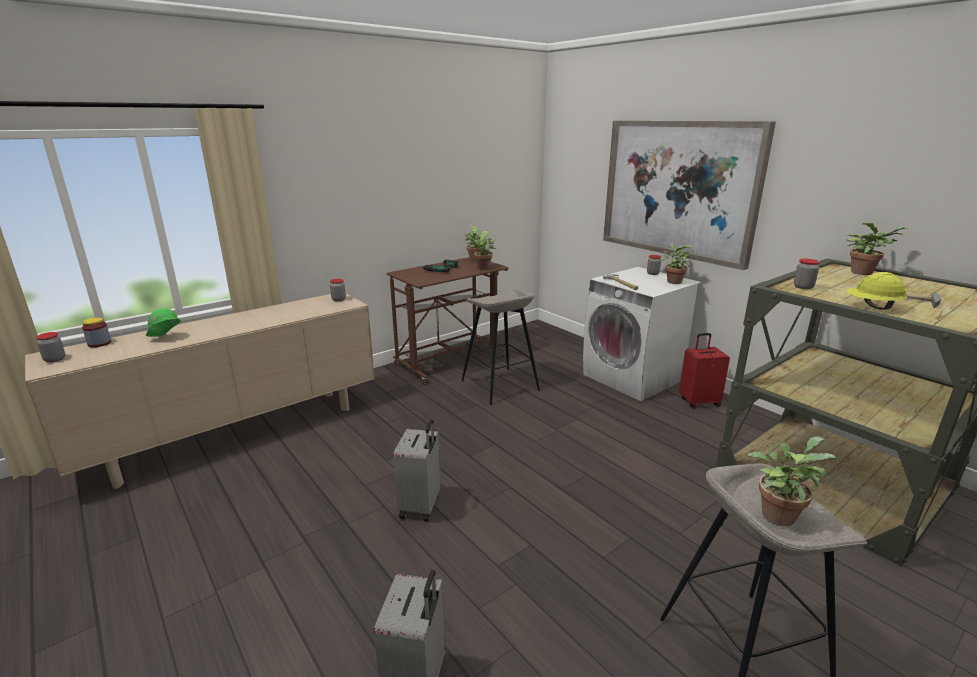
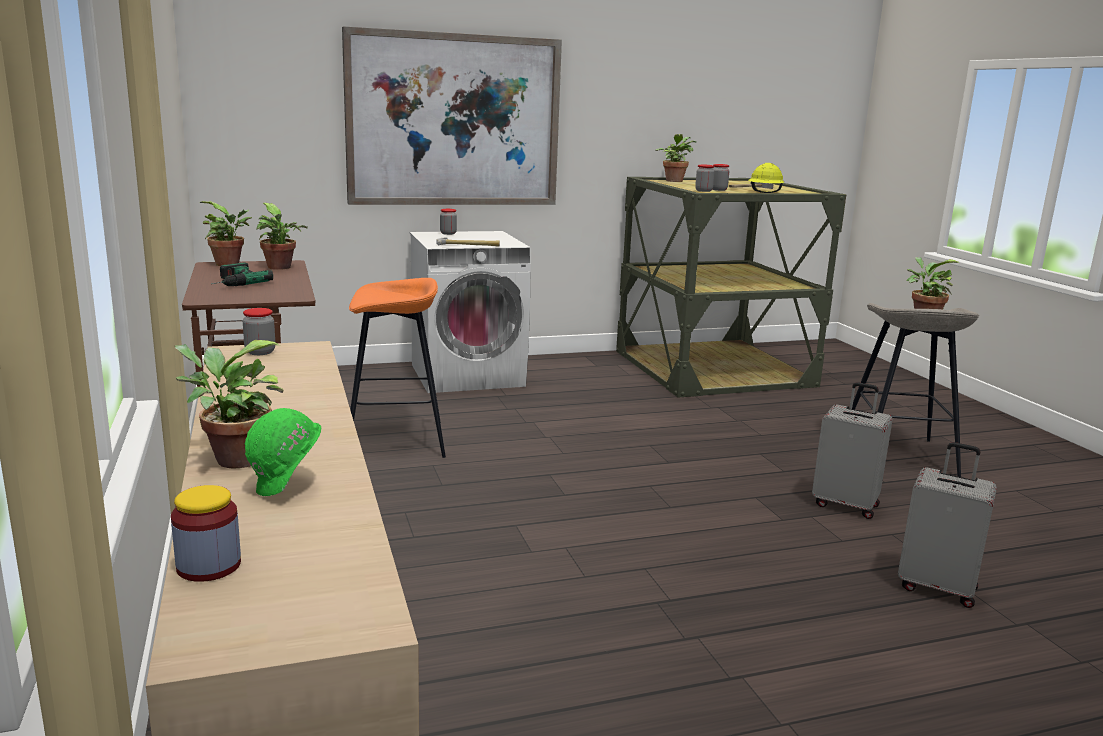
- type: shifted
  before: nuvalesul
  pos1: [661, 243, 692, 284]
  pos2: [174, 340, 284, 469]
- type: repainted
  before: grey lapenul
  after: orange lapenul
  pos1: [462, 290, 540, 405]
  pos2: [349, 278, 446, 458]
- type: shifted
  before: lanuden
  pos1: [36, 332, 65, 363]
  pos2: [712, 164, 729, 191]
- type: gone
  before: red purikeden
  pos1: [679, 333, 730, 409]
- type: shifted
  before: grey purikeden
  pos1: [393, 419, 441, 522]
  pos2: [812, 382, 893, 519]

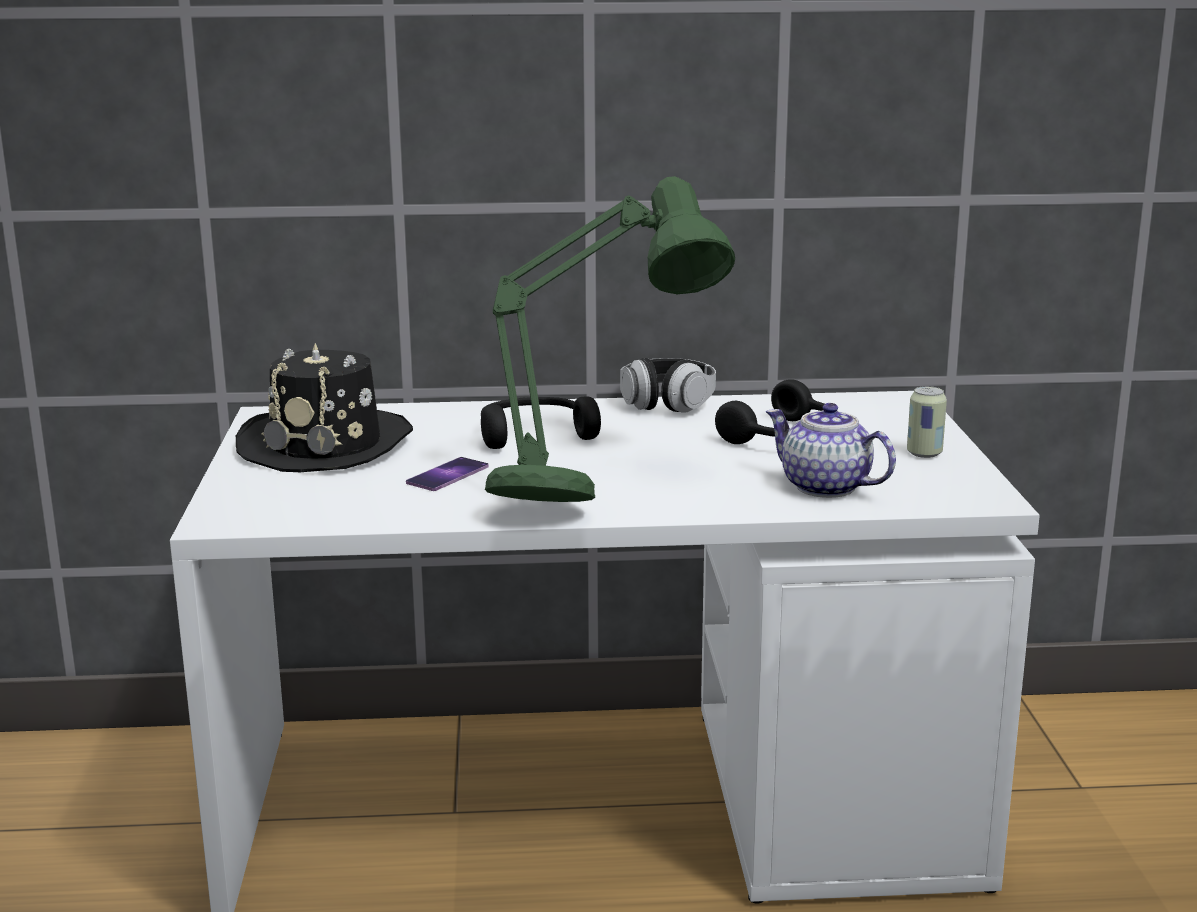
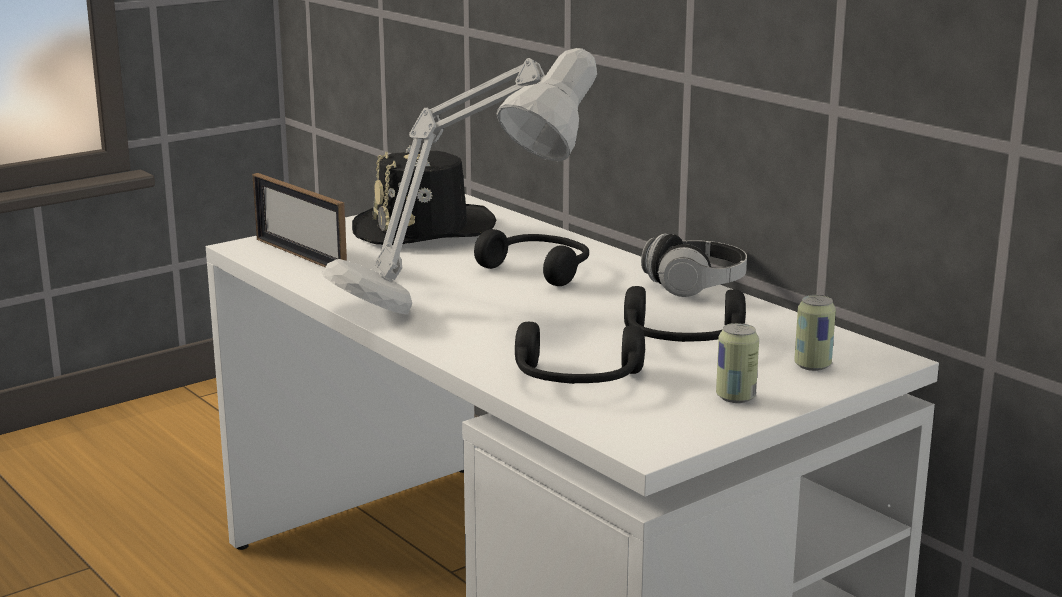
- type: repainted
  before: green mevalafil
  after: grey mevalafil
  pos1: [485, 176, 735, 502]
  pos2: [322, 48, 597, 314]
- type: swapped
  before: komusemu
  after: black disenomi
  pos1: [765, 403, 896, 498]
  pos2: [515, 322, 645, 384]
- type: gone
  before: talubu
  pos1: [406, 457, 489, 491]
- type: new
  after: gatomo
  pos2: [252, 173, 347, 267]
- type: new
  after: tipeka
  pos2: [794, 295, 836, 371]

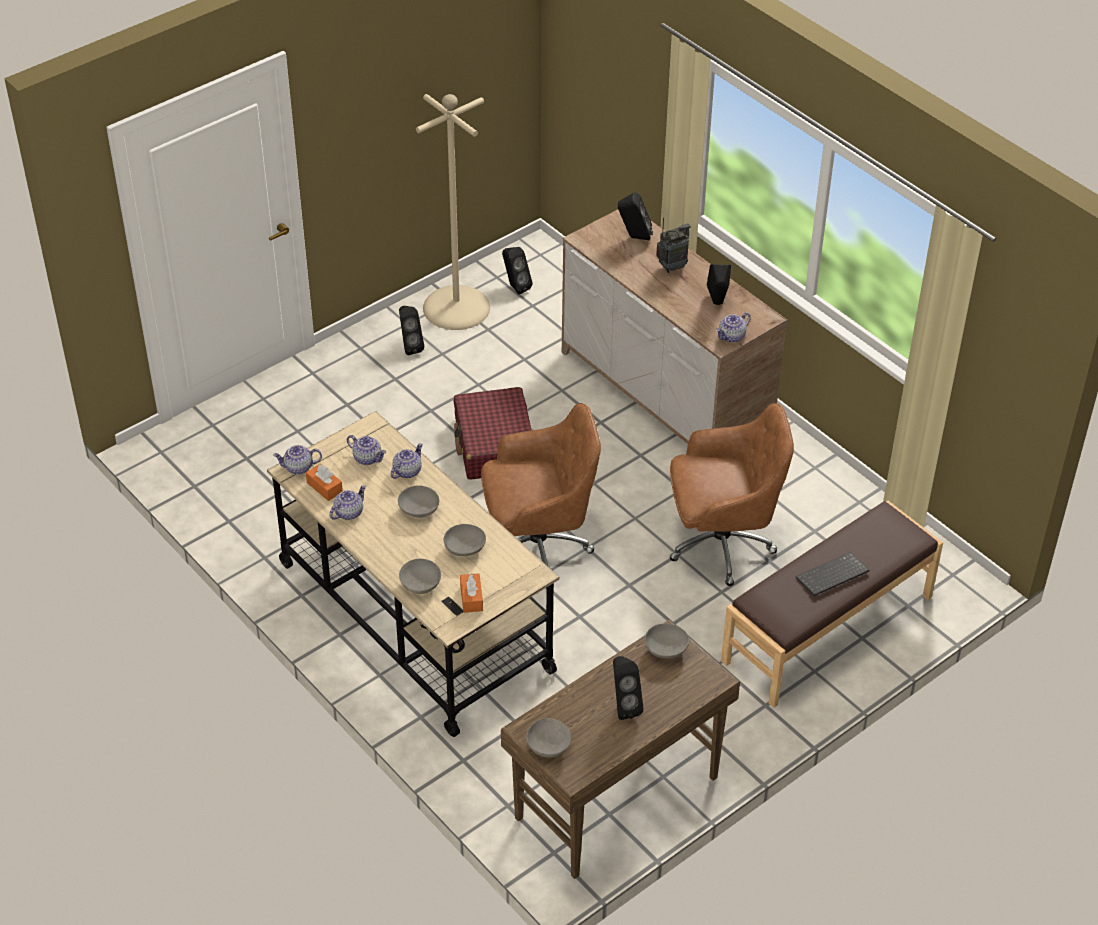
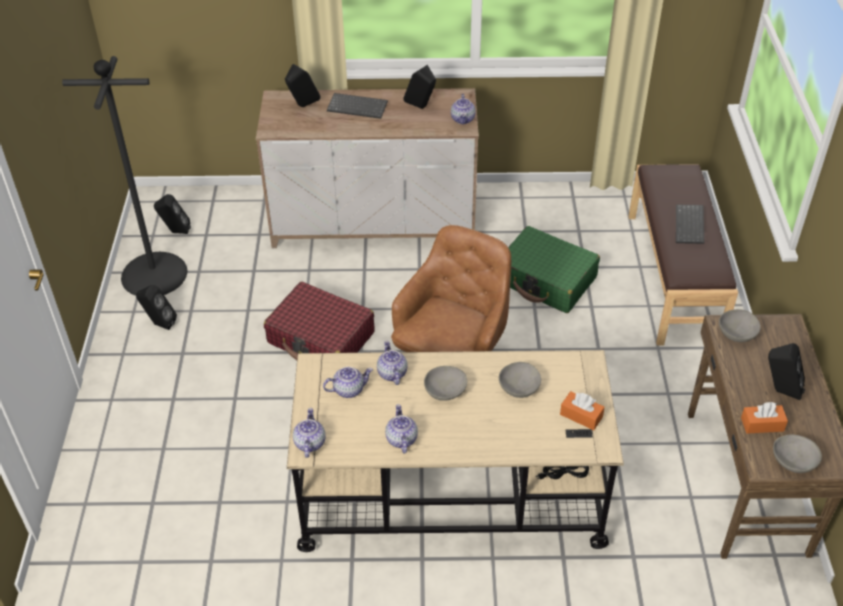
- type: repainted
  before: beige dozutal
  after: black dozutal
  pos1: [416, 94, 490, 330]
  pos2: [62, 56, 187, 296]
- type: swapped
  before: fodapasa
  after: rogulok
  pos1: [656, 217, 690, 273]
  pos2: [327, 93, 388, 119]
- type: swapped
  before: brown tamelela
  after: green purikeden
  pos1: [670, 403, 794, 586]
  pos2: [508, 226, 600, 313]
- type: rotated
  before: komusemu
  pos1: [273, 445, 322, 474]
  pos2: [293, 408, 326, 458]
  turn: 150
- type: shifted
  before: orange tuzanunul
  pos1: [306, 464, 343, 501]
  pos2: [741, 402, 788, 434]
- type: gone
  before: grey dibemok
  pos1: [399, 559, 441, 594]

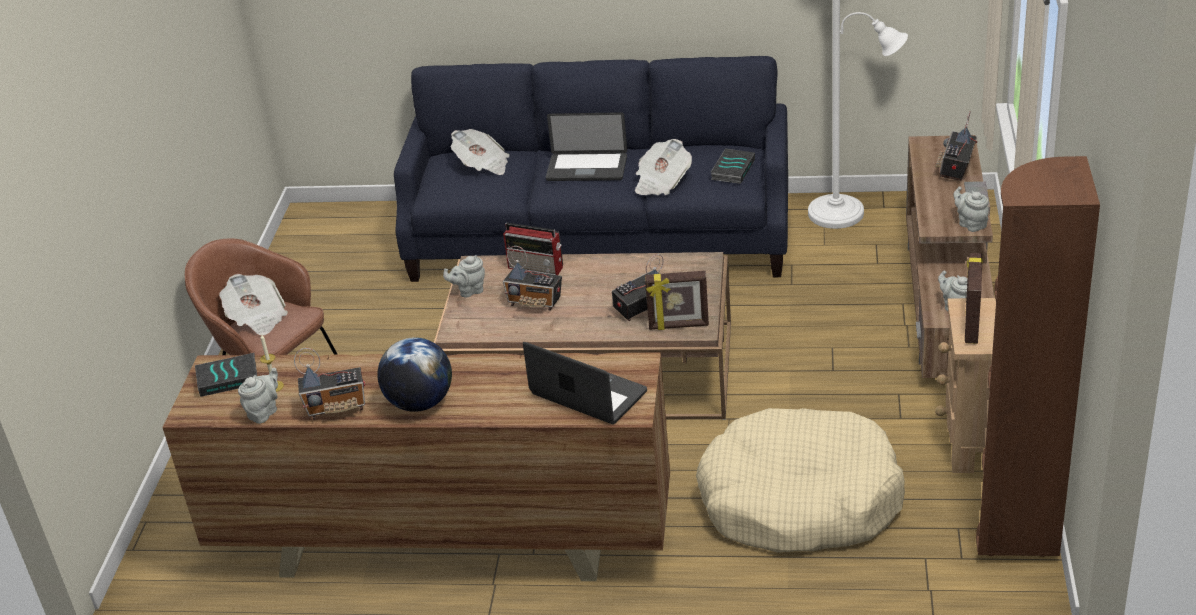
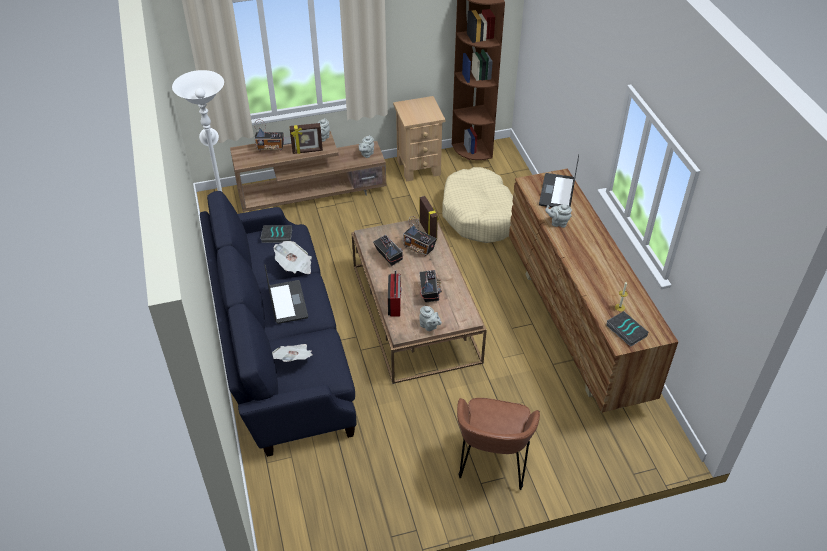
- type: shifted
  before: gatomo
  pos1: [965, 253, 983, 344]
  pos2: [289, 123, 323, 154]
- type: gone
  before: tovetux
  pos1: [219, 274, 288, 335]
- type: gone
  before: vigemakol
  pos1: [377, 337, 452, 412]
- type: shifted
  before: fodapasa
  pos1: [294, 348, 365, 420]
  pos2: [373, 235, 403, 266]
- type: shifted
  before: grey komusemu
  pos1: [238, 367, 278, 424]
  pos2: [545, 204, 572, 228]

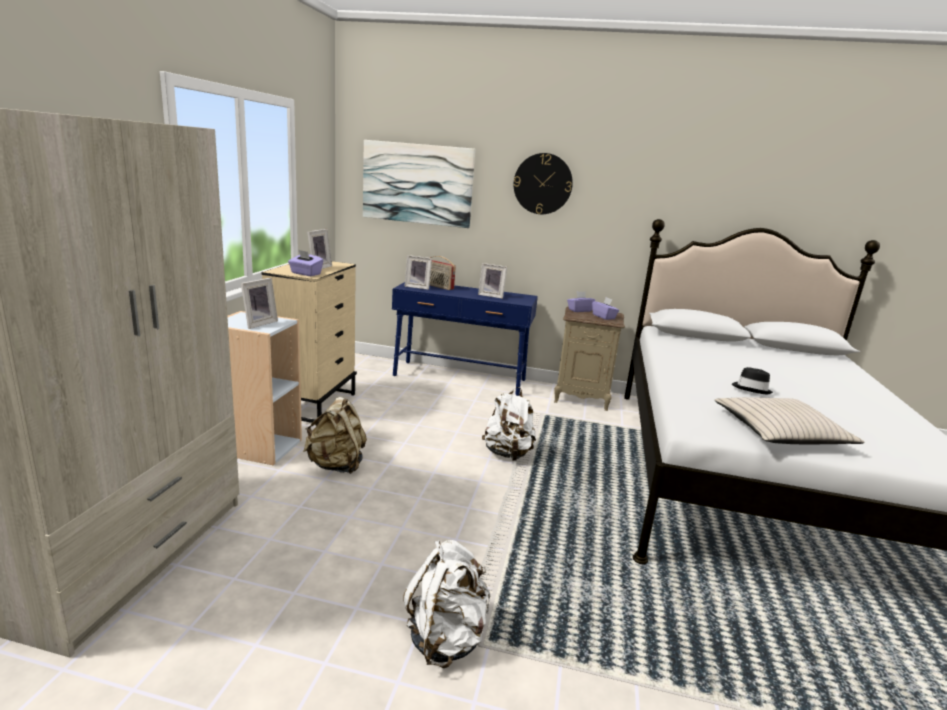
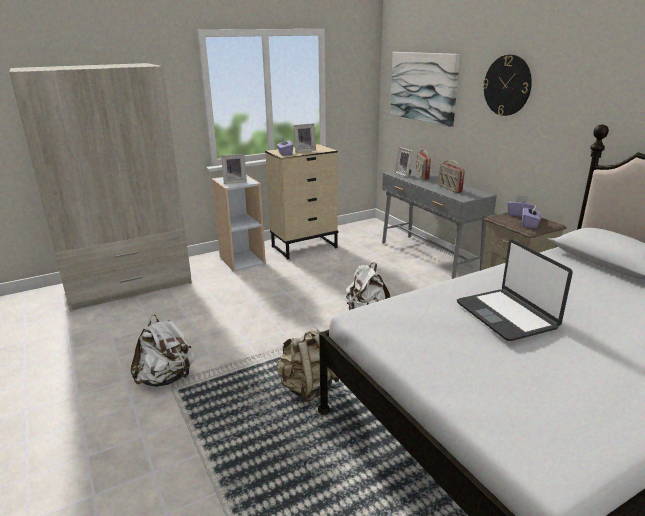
- type: swapped
  before: gatomo
  after: fodapasa
  pos1: [478, 263, 507, 299]
  pos2: [438, 160, 465, 193]
- type: repainted
  before: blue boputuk
  after: grey boputuk
  pos1: [392, 282, 538, 396]
  pos2: [382, 168, 497, 279]
- type: swapped
  before: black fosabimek
  after: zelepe
  pos1: [732, 367, 773, 394]
  pos2: [457, 239, 573, 341]
- type: shifted
  before: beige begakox
  pos1: [303, 397, 367, 474]
  pos2: [276, 328, 339, 403]
- type: gone
  before: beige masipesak
  pos1: [715, 397, 865, 444]

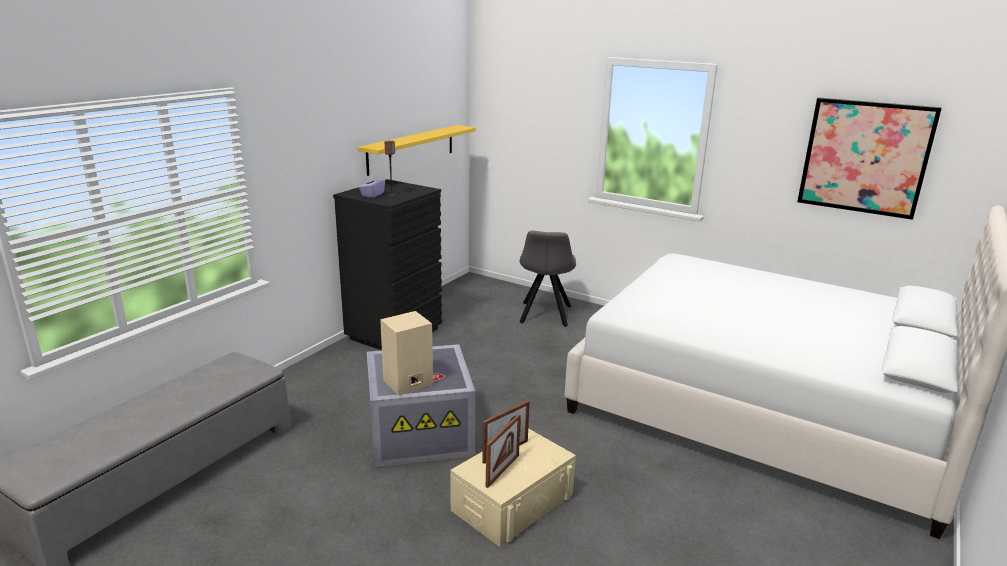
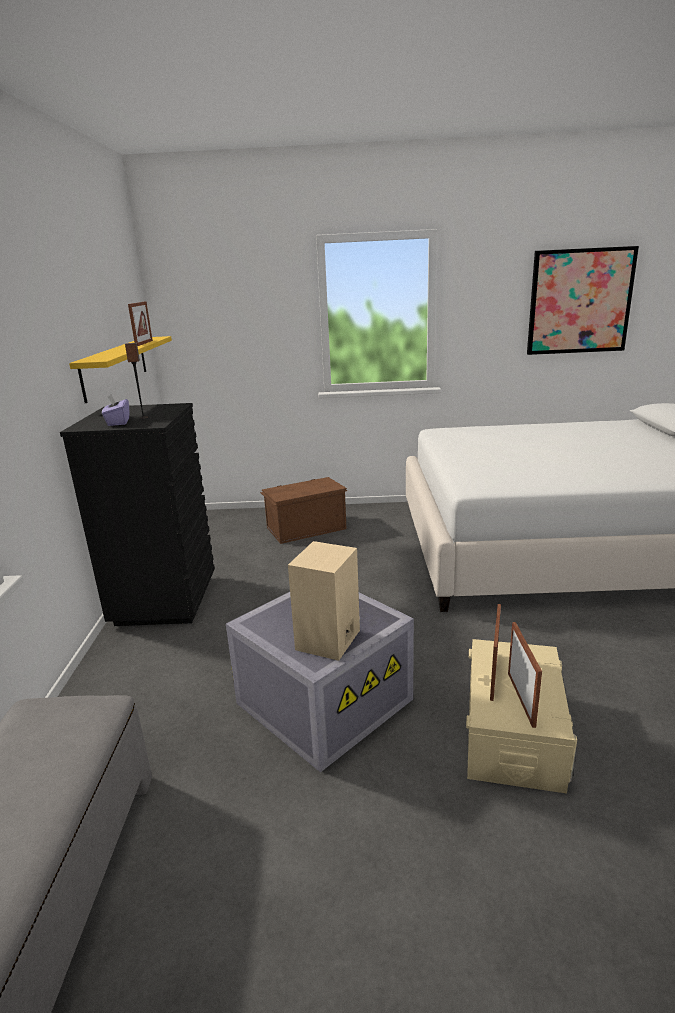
- type: swapped
  before: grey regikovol
  after: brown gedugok
  pos1: [519, 231, 576, 327]
  pos2: [260, 477, 347, 544]
- type: new
  after: gatomo
  pos2: [128, 302, 153, 346]

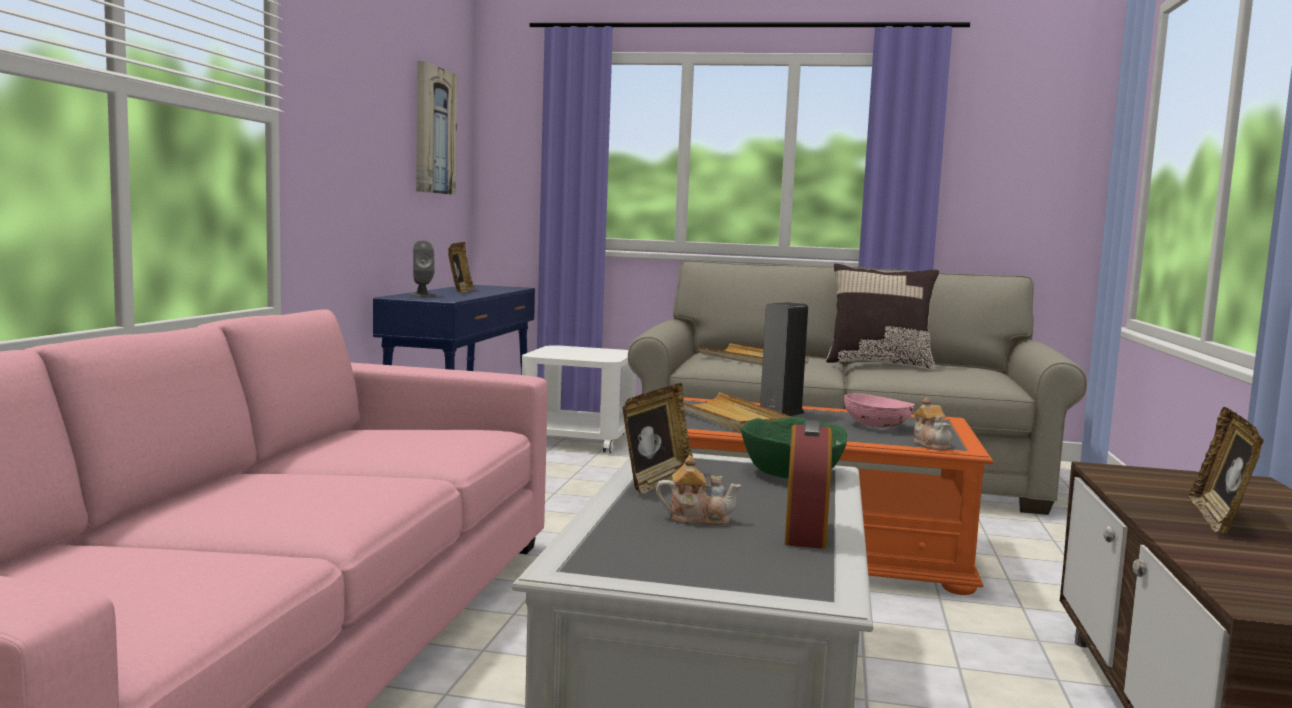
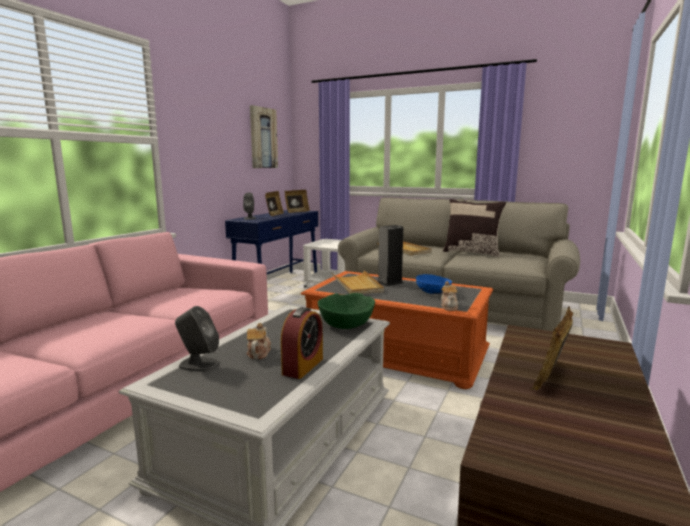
- type: shifted
  before: gatomo
  pos1: [622, 383, 696, 494]
  pos2: [285, 190, 310, 213]
- type: repainted
  before: pink dibemok
  after: blue dibemok
  pos1: [844, 393, 915, 428]
  pos2: [416, 274, 452, 294]
- type: rotated
  before: komusemu
  pos1: [656, 455, 742, 525]
  pos2: [246, 323, 271, 359]
  turn: -105
- type: new
  after: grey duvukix
  pos2: [175, 306, 220, 372]

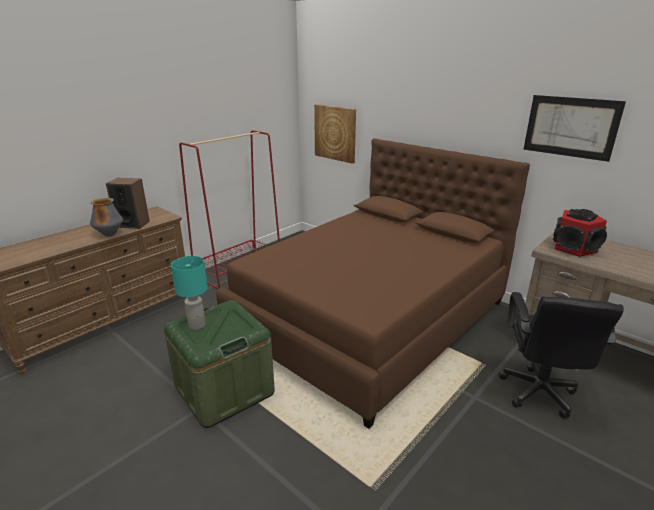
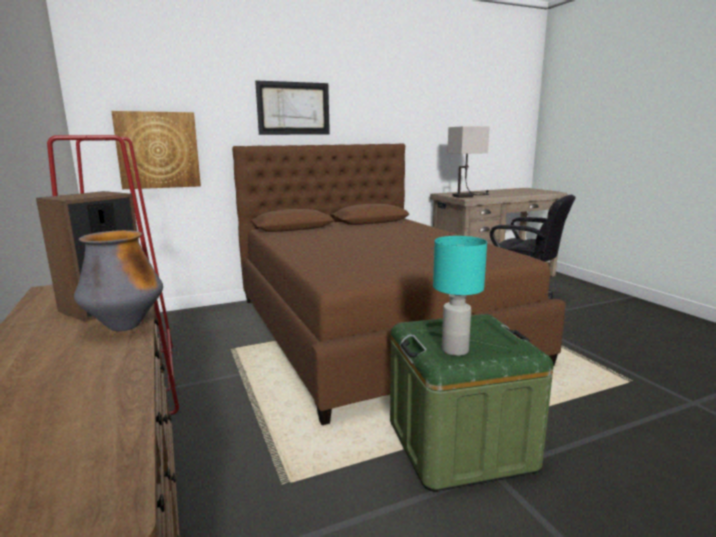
- type: shifted
  before: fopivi
  pos1: [523, 95, 626, 162]
  pos2: [255, 80, 330, 135]
- type: swapped
  before: duvukix
  after: mevalafil
  pos1: [553, 209, 607, 257]
  pos2: [447, 126, 490, 198]

